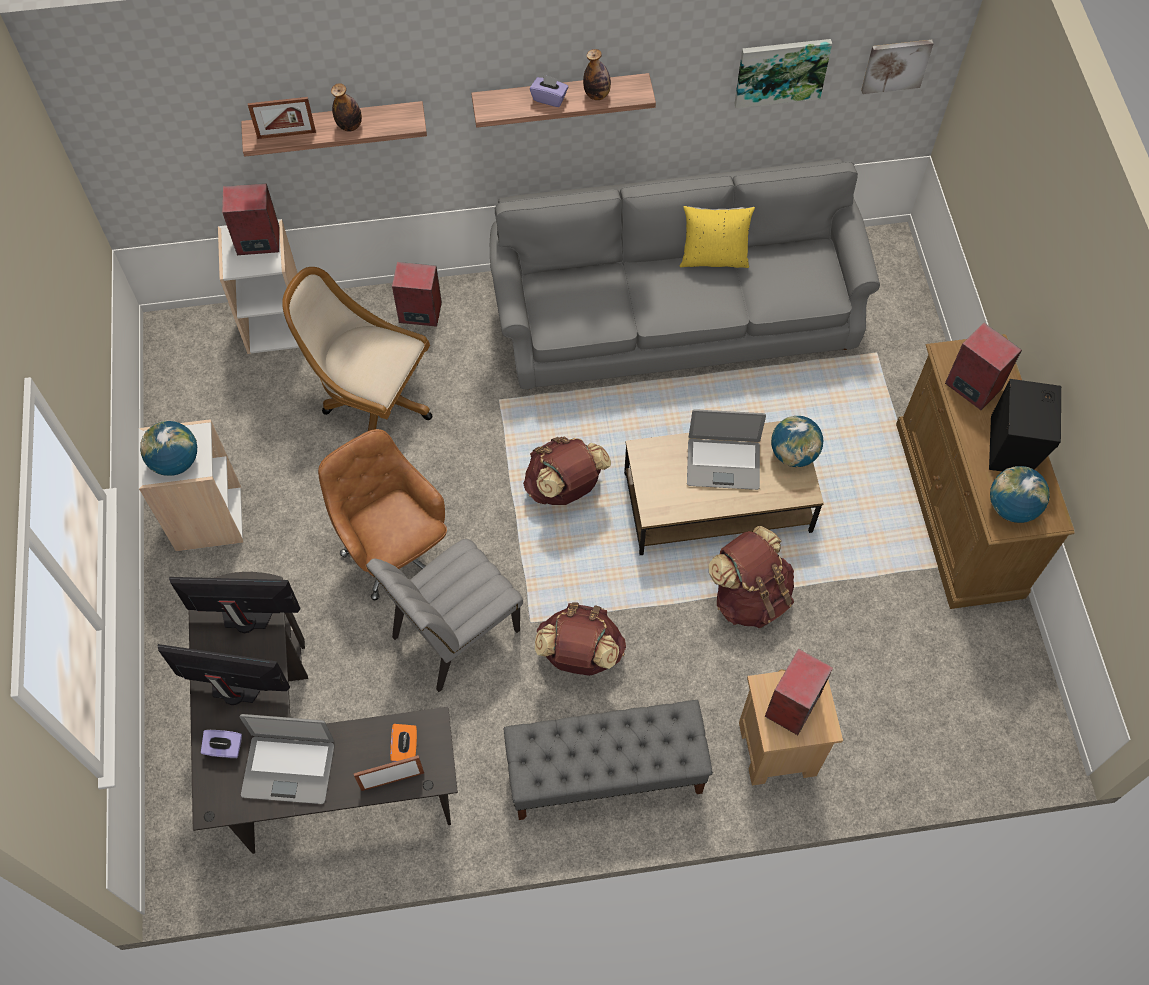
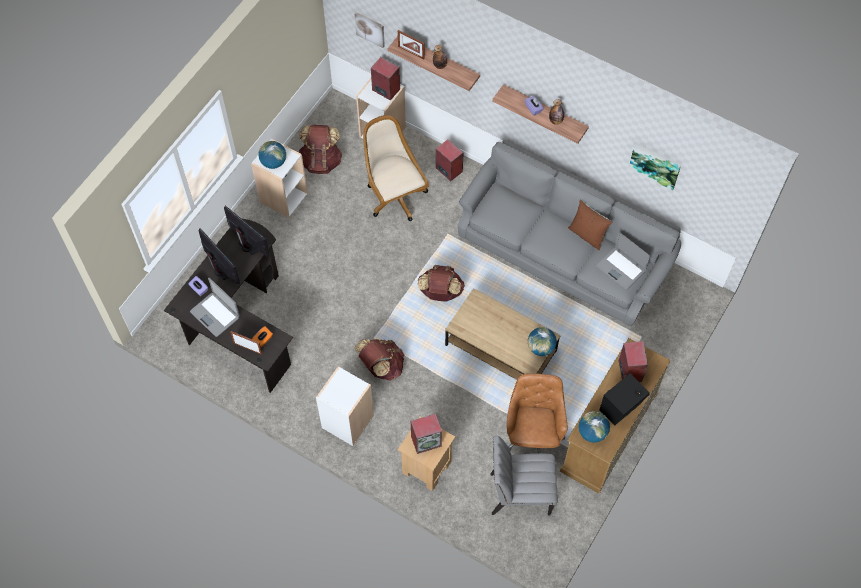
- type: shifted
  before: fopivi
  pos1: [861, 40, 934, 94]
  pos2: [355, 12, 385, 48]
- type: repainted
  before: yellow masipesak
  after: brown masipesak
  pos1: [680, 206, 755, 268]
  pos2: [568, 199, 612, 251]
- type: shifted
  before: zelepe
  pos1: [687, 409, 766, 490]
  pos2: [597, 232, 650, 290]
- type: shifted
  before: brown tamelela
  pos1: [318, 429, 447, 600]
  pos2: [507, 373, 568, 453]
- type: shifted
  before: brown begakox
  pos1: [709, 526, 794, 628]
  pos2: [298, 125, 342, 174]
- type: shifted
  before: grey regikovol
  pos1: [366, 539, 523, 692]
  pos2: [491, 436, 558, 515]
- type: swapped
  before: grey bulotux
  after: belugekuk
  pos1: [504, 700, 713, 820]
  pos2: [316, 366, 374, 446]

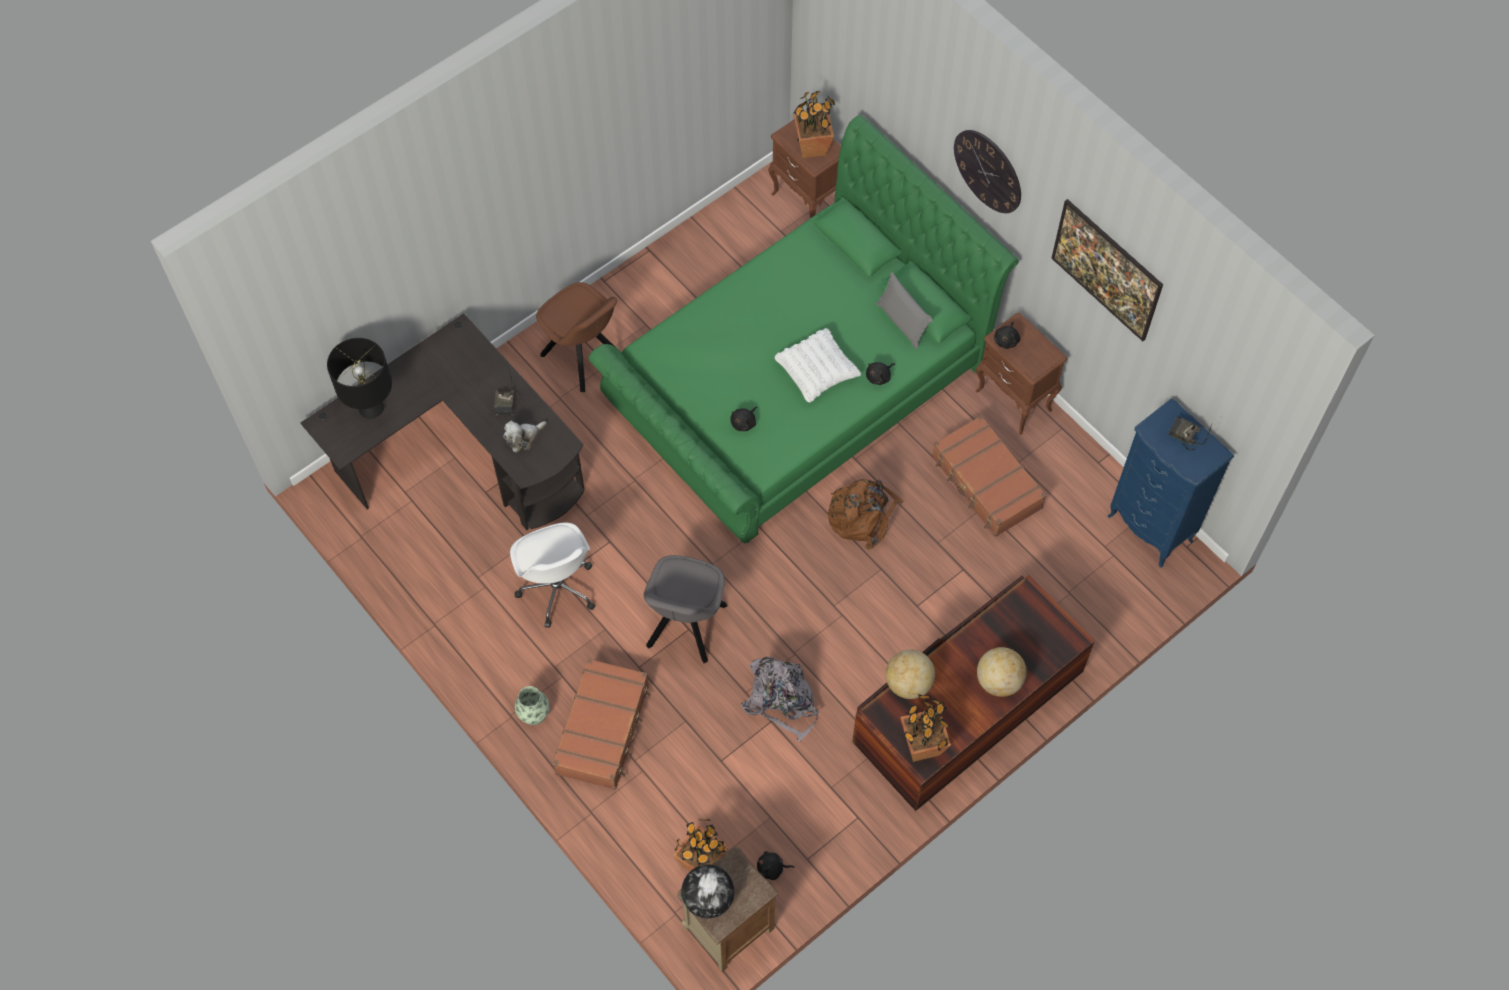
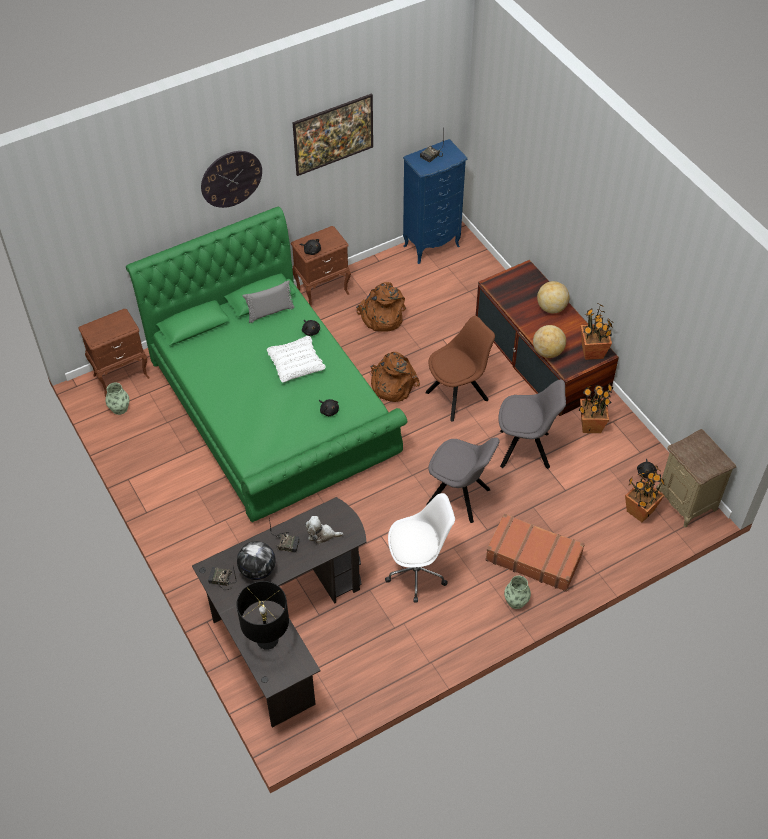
- type: shifted
  before: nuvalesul
  pos1: [793, 91, 835, 158]
  pos2: [579, 383, 613, 433]
- type: shifted
  before: brown regikovol
  pos1: [536, 282, 622, 392]
  pos2: [426, 316, 495, 422]
- type: swapped
  before: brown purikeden
  after: brown begakox
  pos1: [932, 415, 1047, 537]
  pos2: [356, 282, 406, 332]
- type: rotated
  before: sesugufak
  pos1: [504, 421, 547, 453]
  pos2: [305, 516, 344, 544]
  turn: 120
- type: swapped
  before: grey begakox
  after: grey regikovol
  pos1: [741, 657, 818, 742]
  pos2: [498, 379, 566, 469]
- type: shifted
  before: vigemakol
  pos1: [681, 865, 734, 918]
  pos2: [237, 541, 276, 580]
- type: new
  after: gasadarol
  pos2: [106, 382, 129, 415]
- type: new
  after: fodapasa
  pos2: [208, 567, 237, 590]

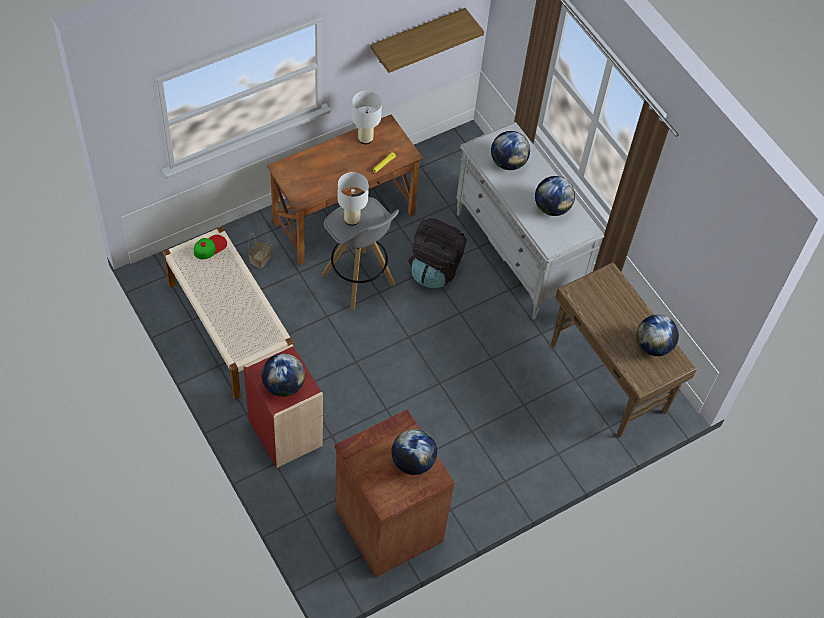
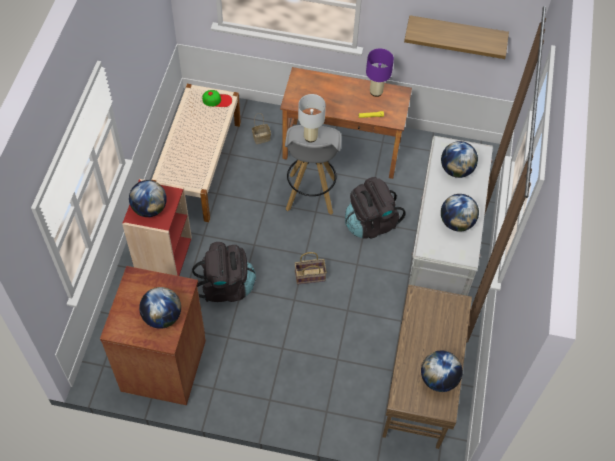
- type: repainted
  before: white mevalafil
  after: purple mevalafil
  pos1: [352, 91, 382, 144]
  pos2: [366, 48, 394, 97]
- type: new
  after: black begakox
  pos2: [192, 242, 256, 302]
- type: new
  after: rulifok
  pos2: [295, 252, 327, 285]

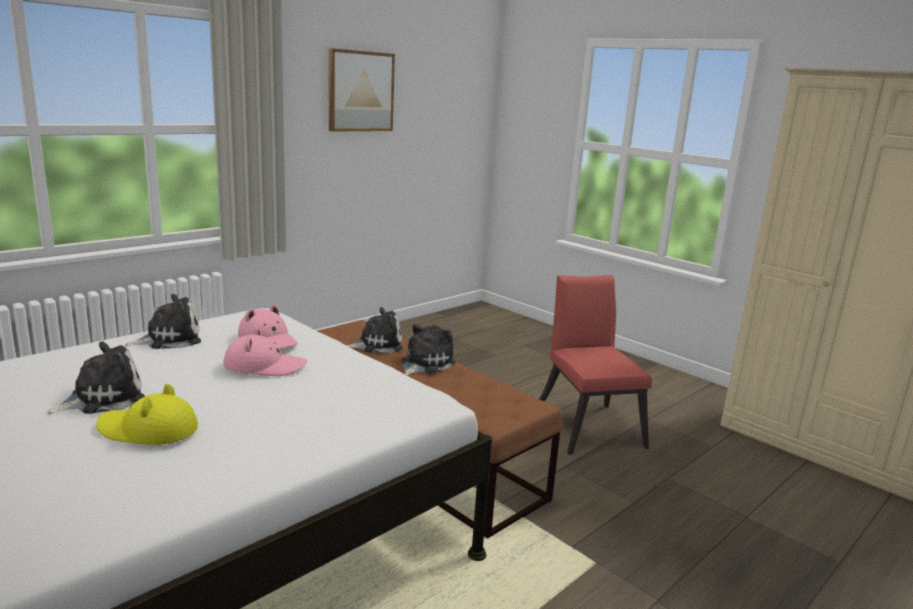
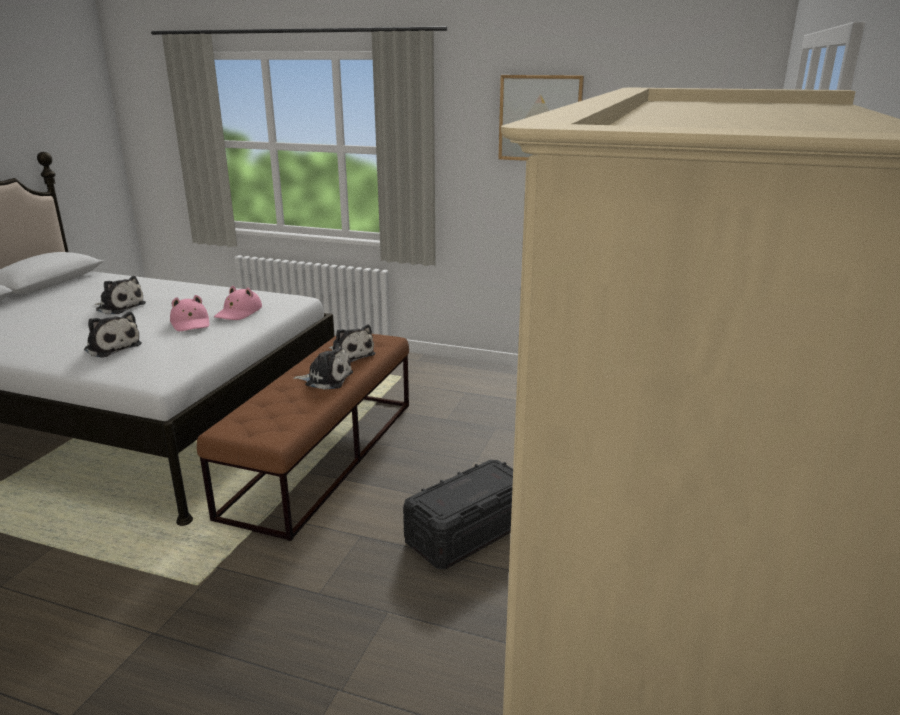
- type: swapped
  before: red regikovol
  after: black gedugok
  pos1: [540, 275, 652, 455]
  pos2: [403, 460, 513, 569]
- type: shifted
  before: sesugufak
  pos1: [124, 294, 201, 349]
  pos2: [84, 312, 142, 358]
- type: gone
  before: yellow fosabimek
  pos1: [96, 384, 198, 445]

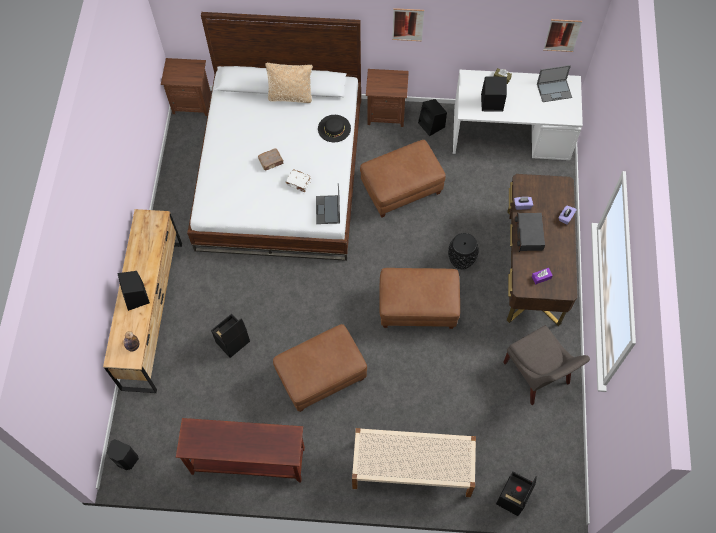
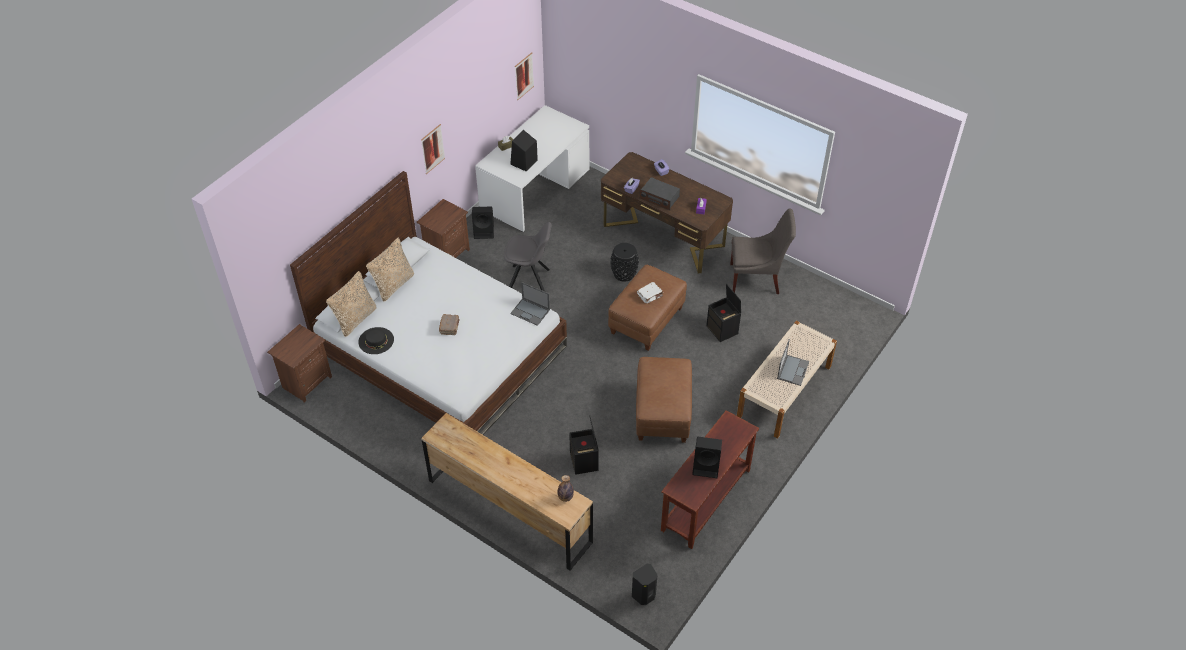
- type: shifted
  before: zelepe
  pos1: [537, 65, 572, 102]
  pos2: [777, 339, 809, 386]
- type: shifted
  before: black fosabimek
  pos1: [318, 115, 351, 142]
  pos2: [358, 327, 394, 354]
- type: swapped
  before: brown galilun
  after: grey regikovol
  pos1: [360, 140, 446, 218]
  pos2: [504, 222, 552, 292]
- type: shifted
  before: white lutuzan
  pos1: [285, 169, 311, 192]
  pos2: [637, 282, 663, 304]
- type: shifted
  before: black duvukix
  pos1: [117, 271, 150, 311]
  pos2: [692, 437, 722, 478]
- type: shifted
  before: black gedugok
  pos1: [496, 472, 537, 516]
  pos2: [706, 284, 741, 342]
- type: new
  after: beige masipesak
  pos2: [326, 271, 377, 337]

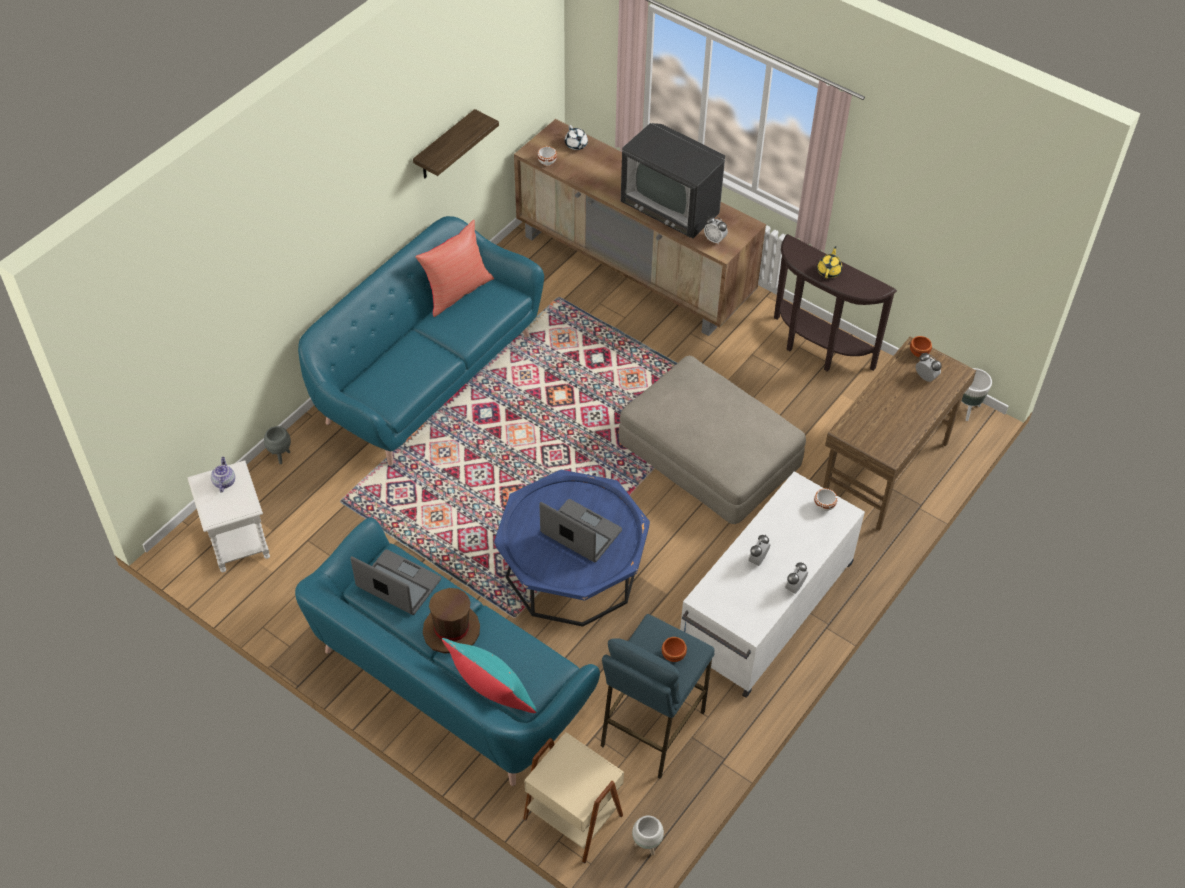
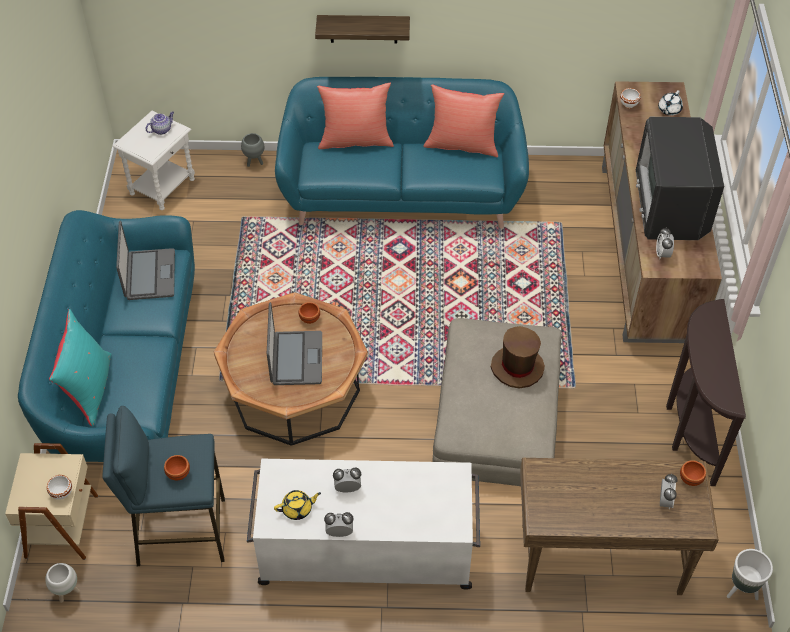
- type: shifted
  before: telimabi
  pos1: [413, 109, 499, 178]
  pos2: [315, 15, 410, 44]
- type: shifted
  before: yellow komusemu
  pos1: [817, 246, 842, 278]
  pos2: [274, 490, 321, 520]
- type: repainted
  before: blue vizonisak
  after: brown vizonisak
  pos1: [494, 470, 650, 627]
  pos2: [214, 292, 368, 446]
- type: shifted
  before: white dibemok
  pos1: [814, 488, 837, 511]
  pos2: [47, 475, 72, 500]
- type: shifted
  before: brown fosabimek
  pos1: [423, 588, 480, 653]
  pos2: [491, 326, 545, 389]
- type: new
  after: red masipesak
  pos2: [317, 83, 394, 149]
- type: new
  after: brown dibemok
  pos2: [299, 302, 320, 324]

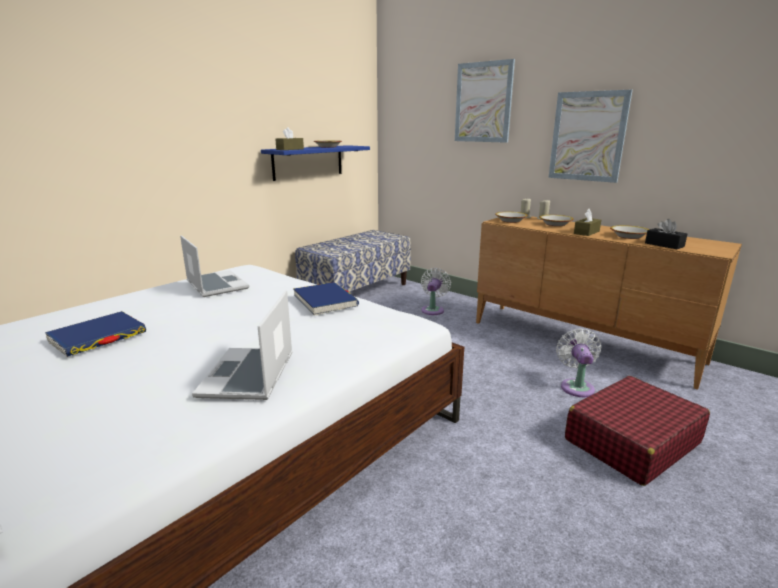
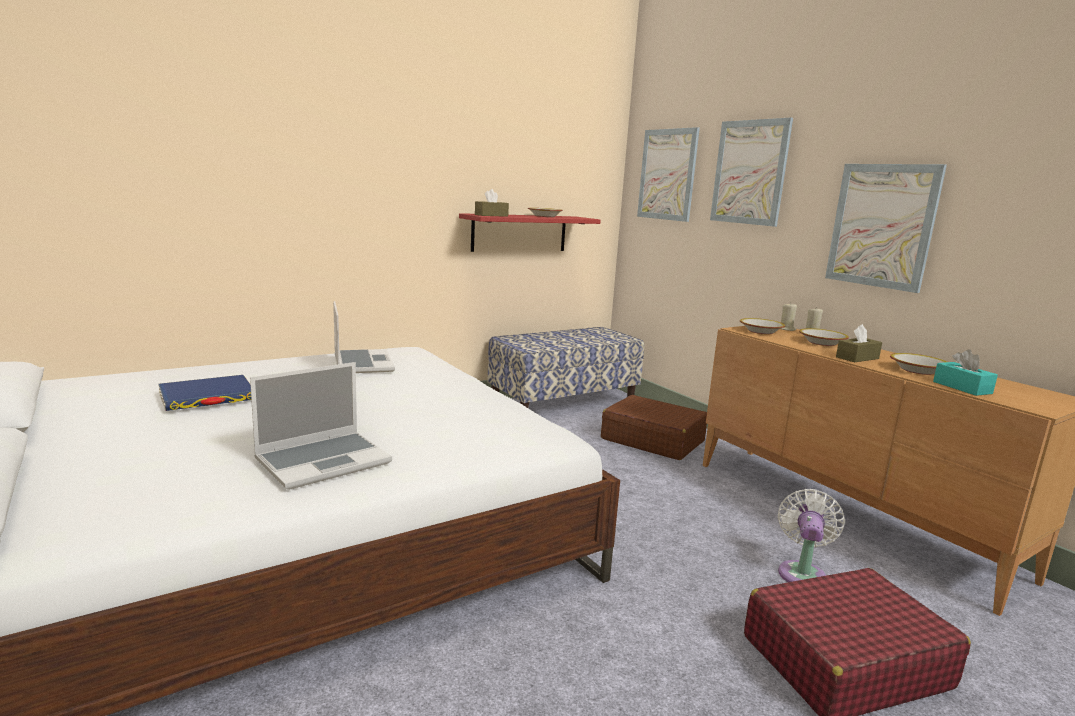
- type: repainted
  before: blue telimabi
  after: red telimabi
  pos1: [261, 145, 370, 181]
  pos2: [459, 213, 601, 252]
- type: repainted
  before: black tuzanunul
  after: turquoise tuzanunul
  pos1: [645, 219, 687, 249]
  pos2: [933, 349, 998, 396]
- type: swapped
  before: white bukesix
  after: brown purikeden
  pos1: [421, 268, 451, 315]
  pos2: [601, 395, 707, 460]
- type: gone
  before: blue lutuzan
  pos1: [293, 282, 359, 316]
- type: rotated
  before: zelepe
  pos1: [192, 290, 292, 400]
  pos2: [250, 362, 392, 490]
  turn: -150
- type: new
  after: fopivi
  pos2: [637, 127, 700, 222]

